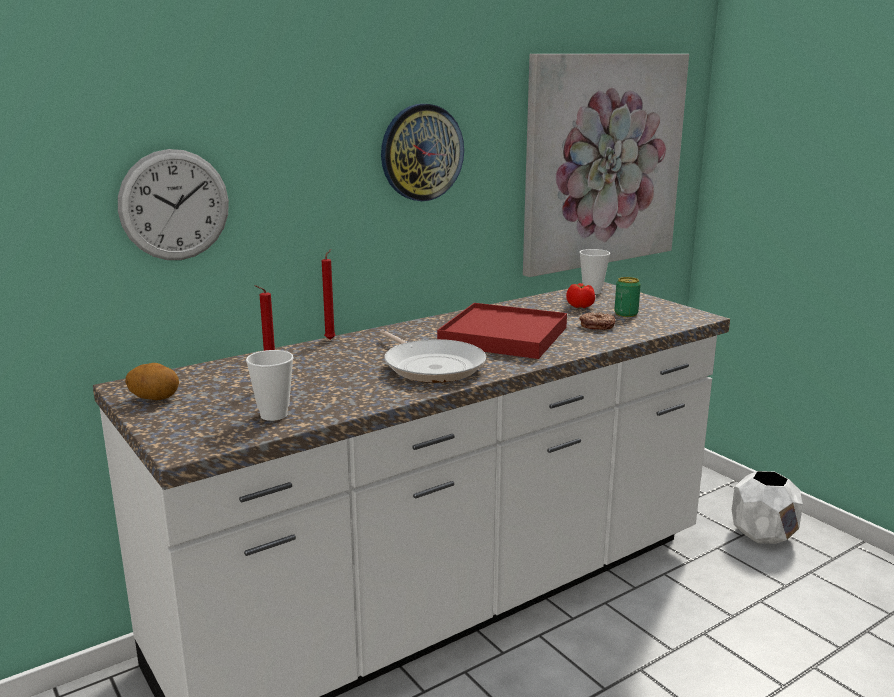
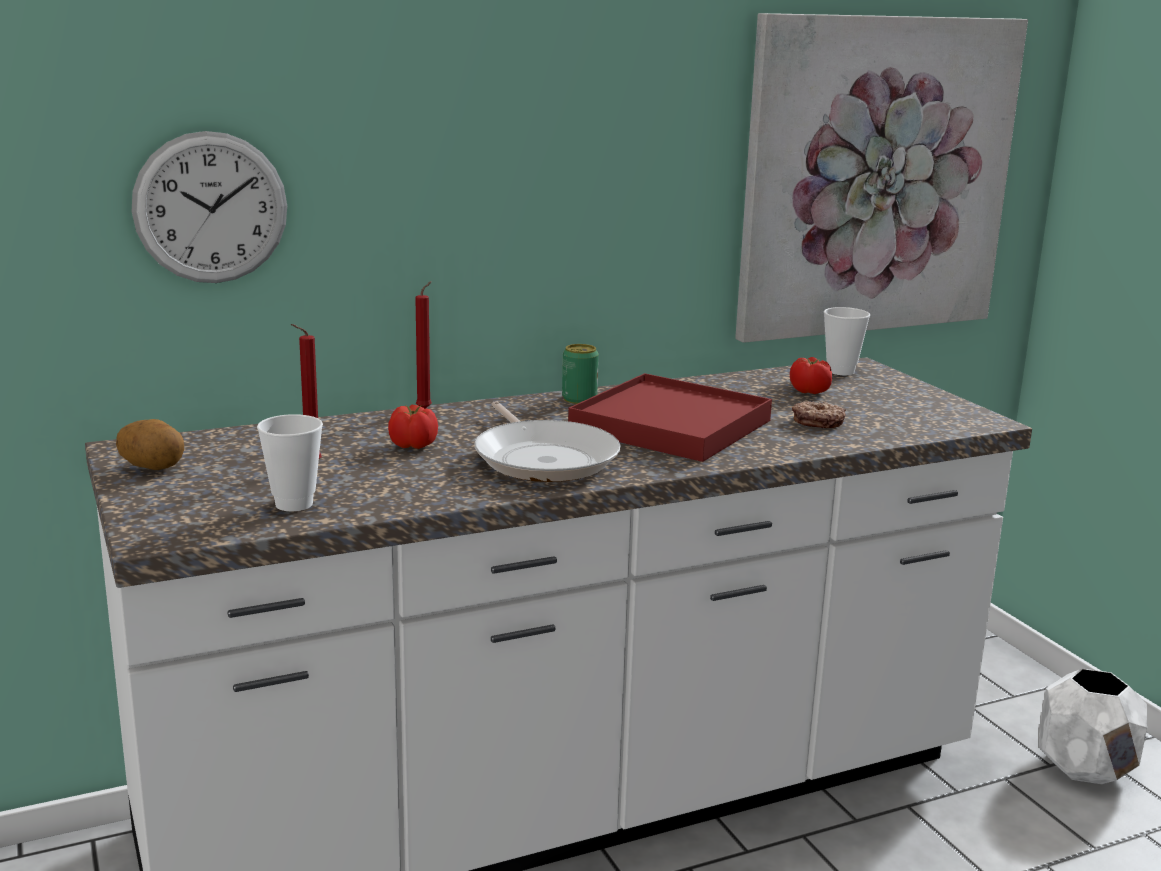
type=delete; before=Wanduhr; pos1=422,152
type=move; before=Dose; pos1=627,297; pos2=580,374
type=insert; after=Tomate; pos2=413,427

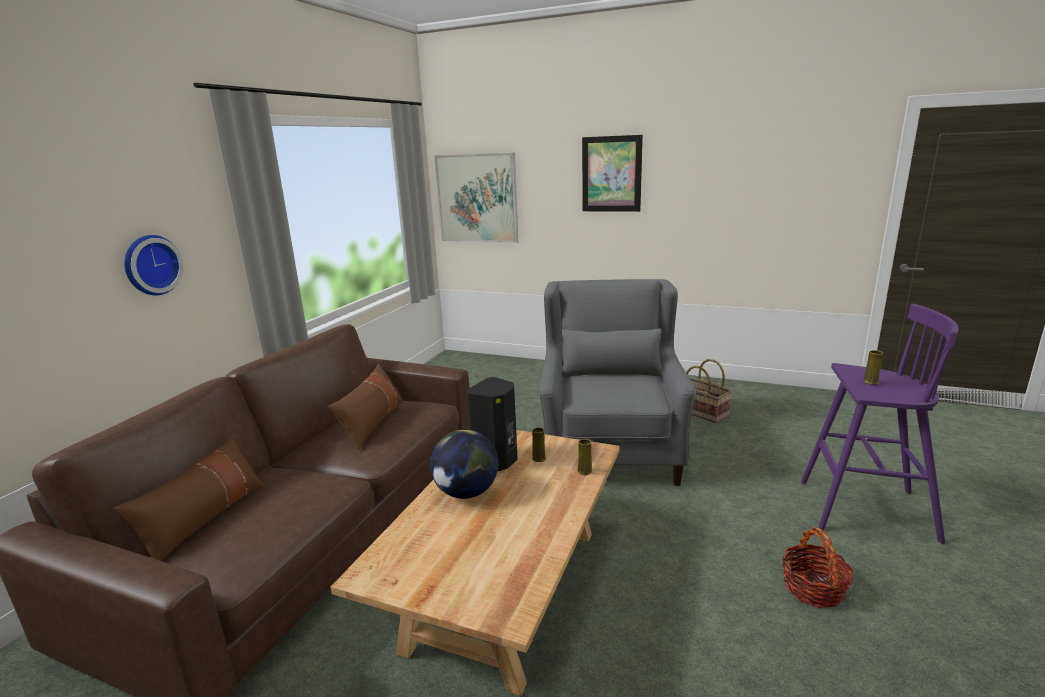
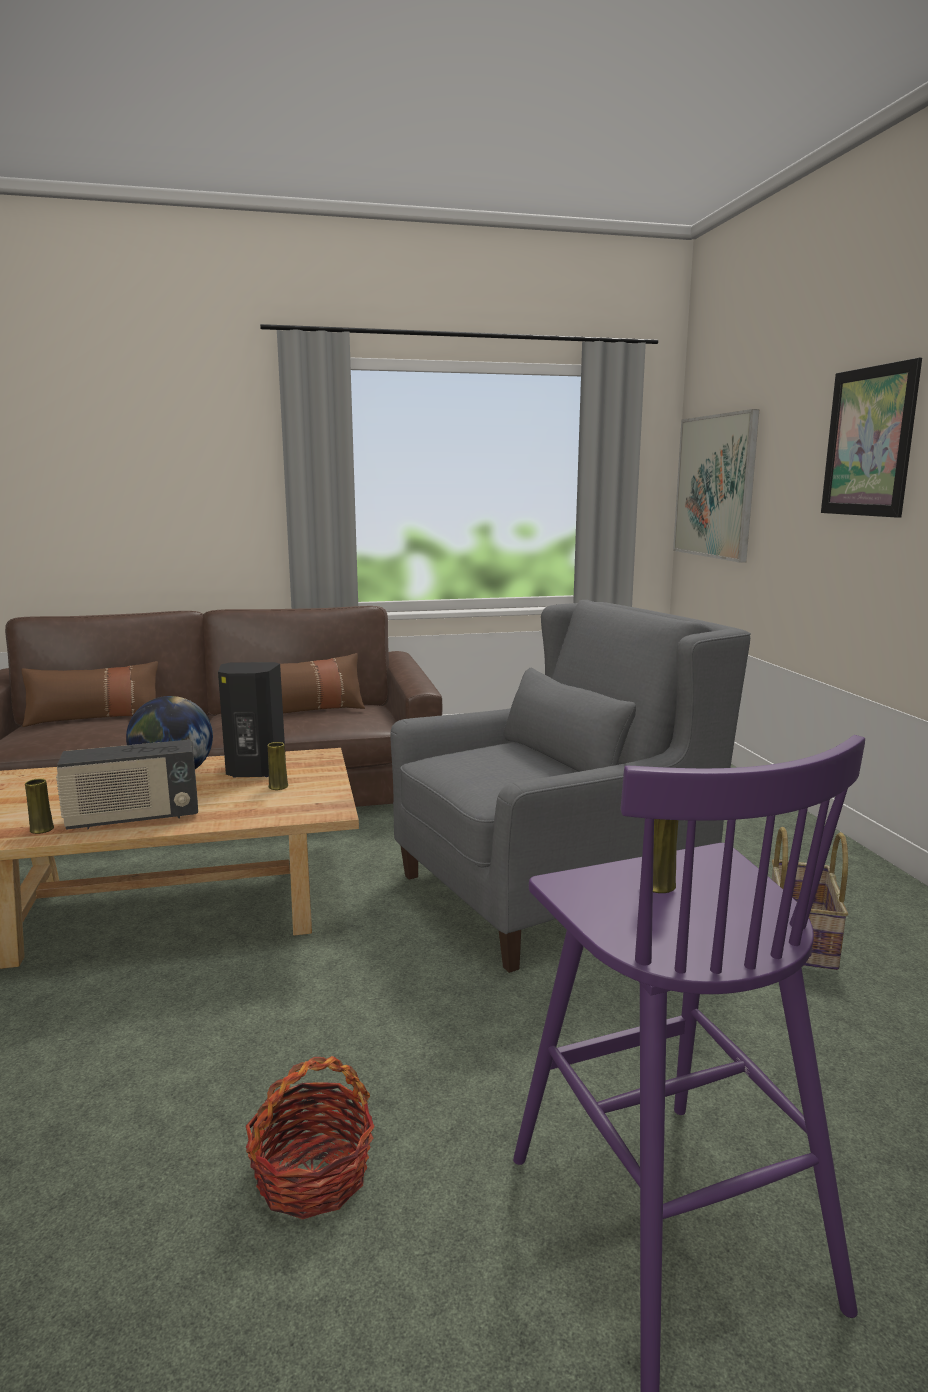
type=delete; before=Wanduhr; pos1=154,265
type=move; before=Vase/gelb; pos1=585,457; pos2=39,806
type=insert; after=Radio; pos2=127,785

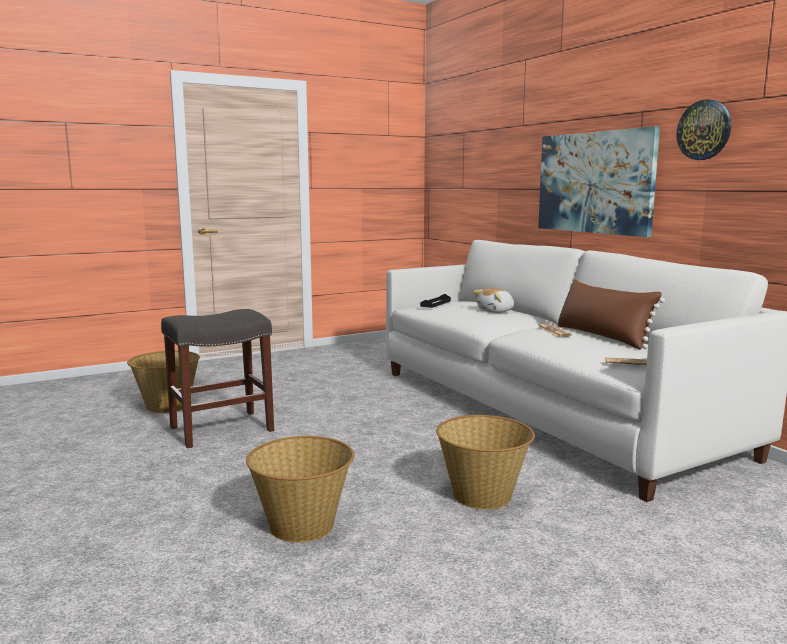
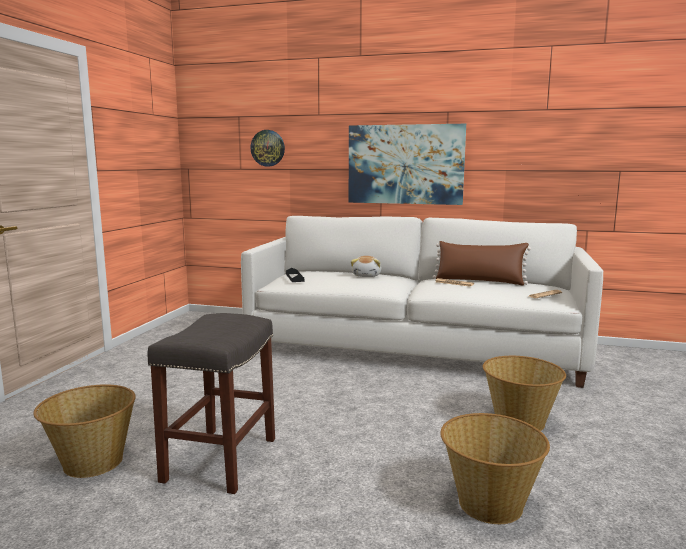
type=move; before=Wanduhr; pos1=704,129; pos2=267,148

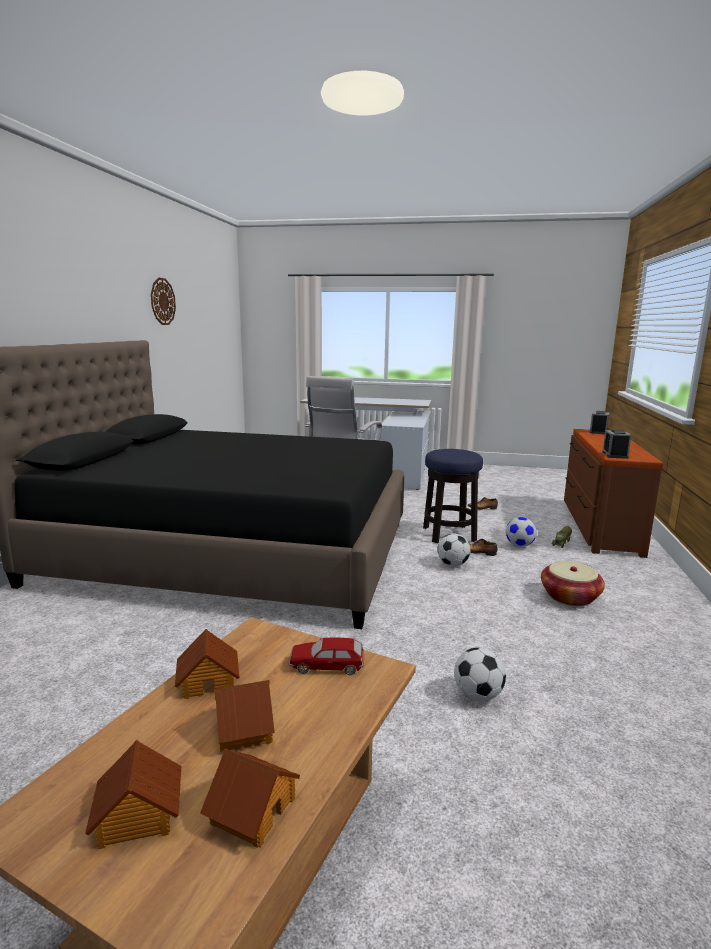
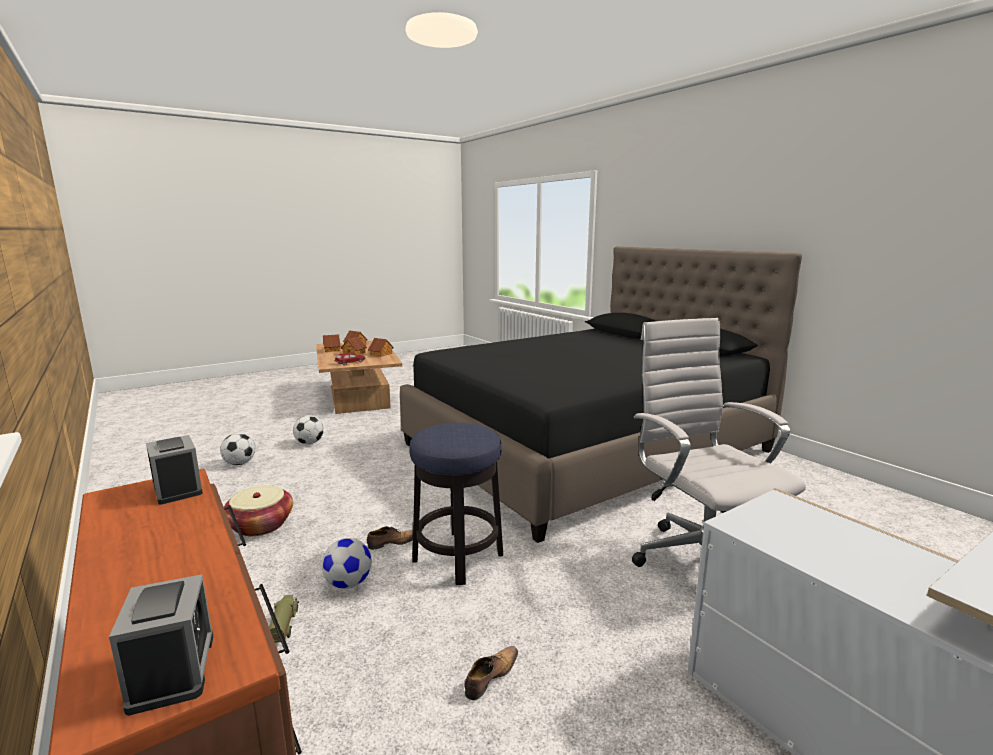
type=delete; before=Wanduhr; pos1=163,301
type=move; before=Fußball; pos1=453,549; pos2=237,449

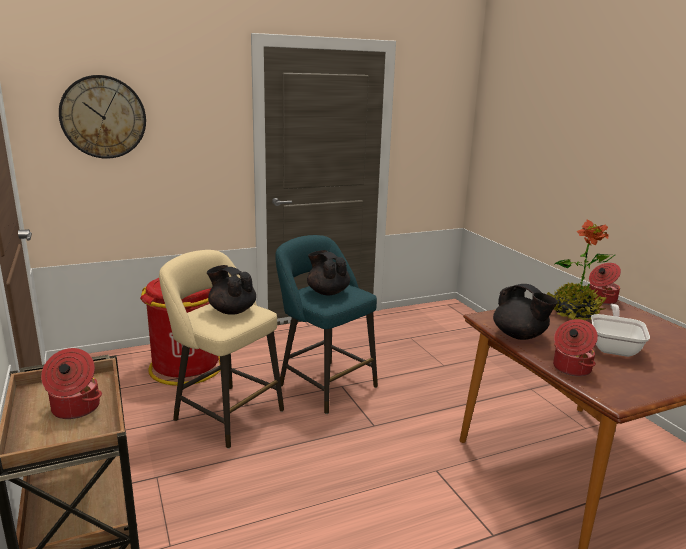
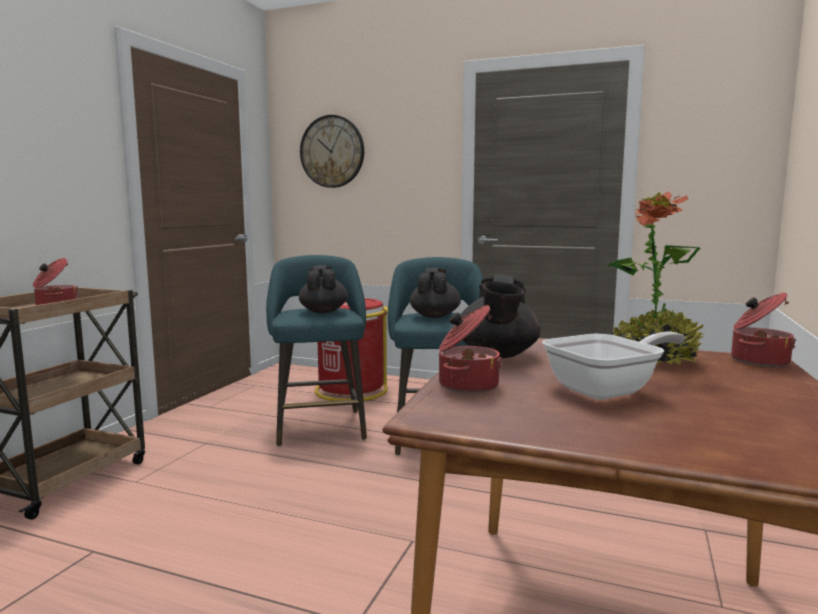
type=recolor; before=Hocker/beige; after=Hocker/türkis; pos1=221,349; pos2=316,351

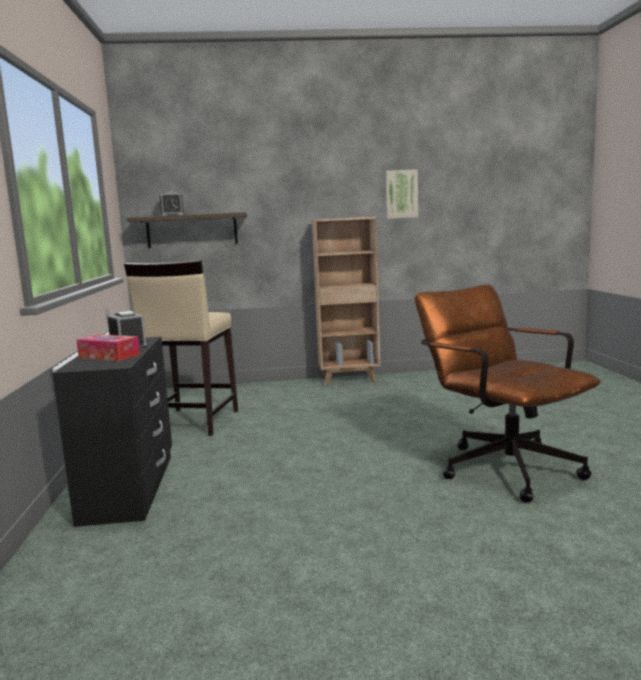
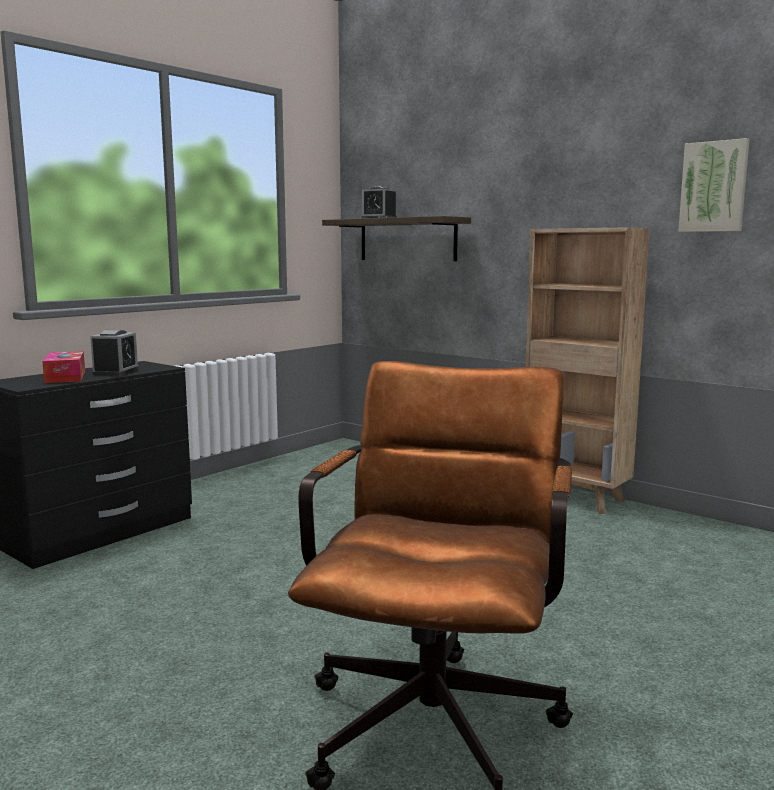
type=delete; before=Hocker/beige; pos1=181,348

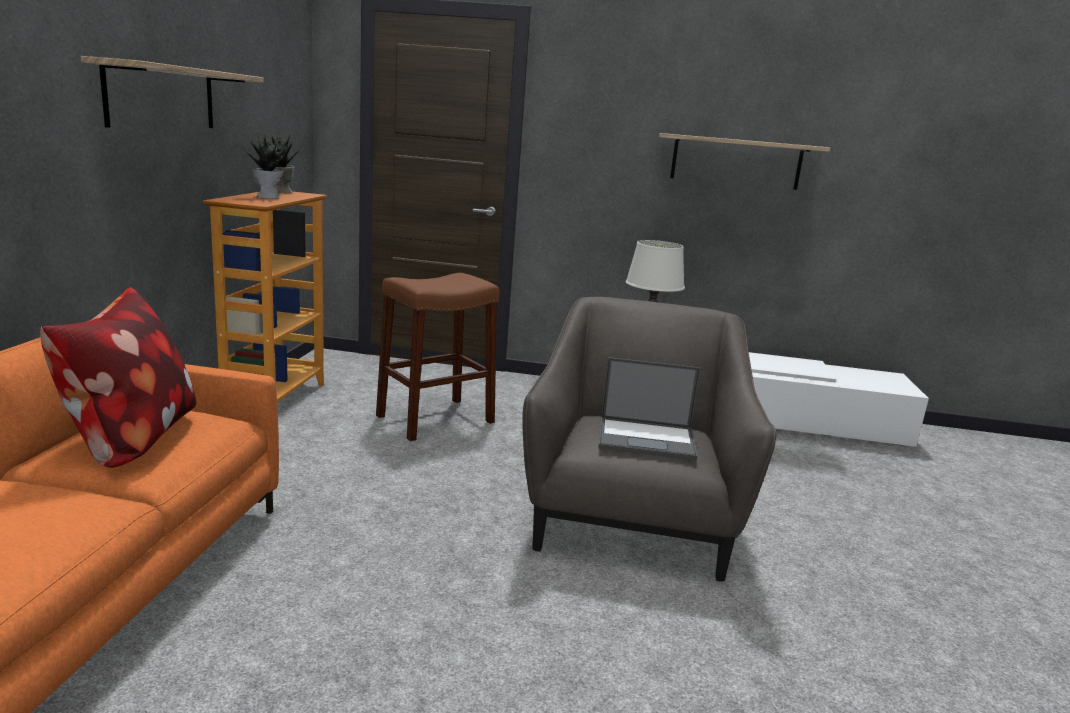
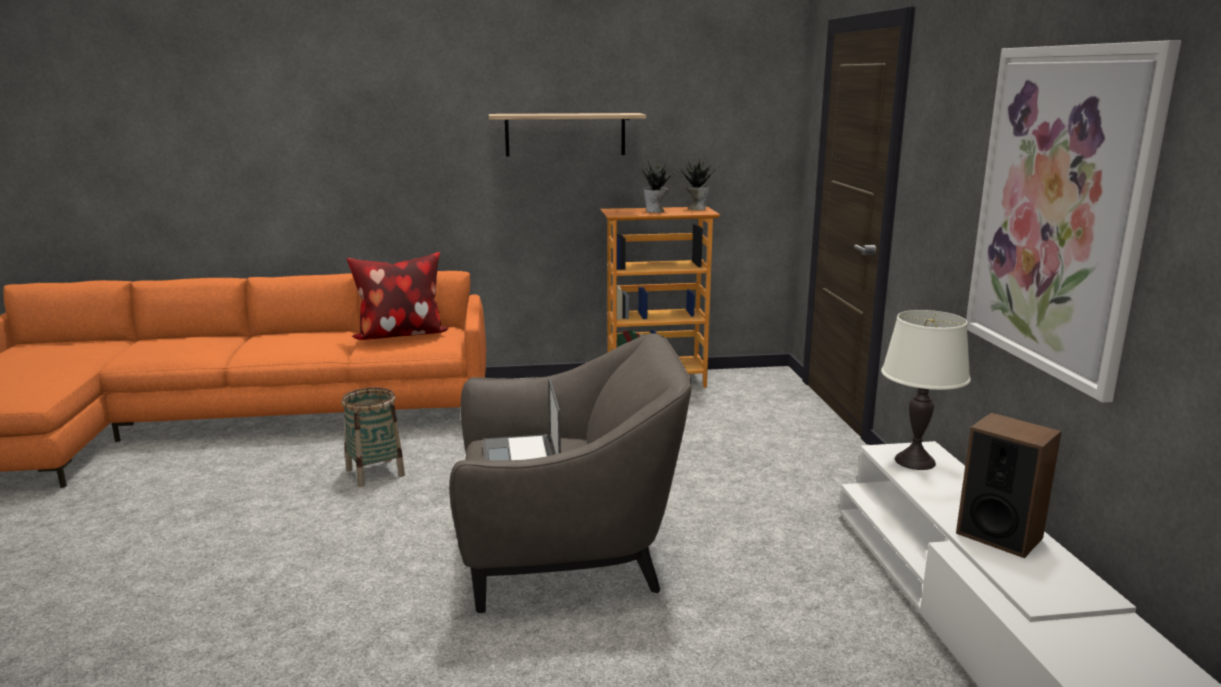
type=delete; before=Hocker/braun; pos1=437,357
type=replace; before=Wandregal; after=Bild; pos1=744,161; pos2=1073,221
type=insert; after=Korb; pos2=373,437
type=insert; after=Lautsprecher; pos2=1009,485

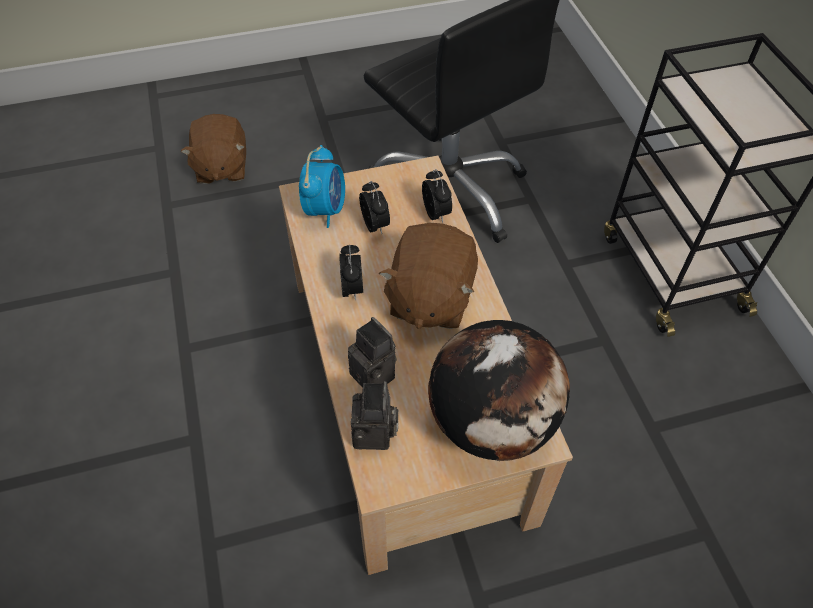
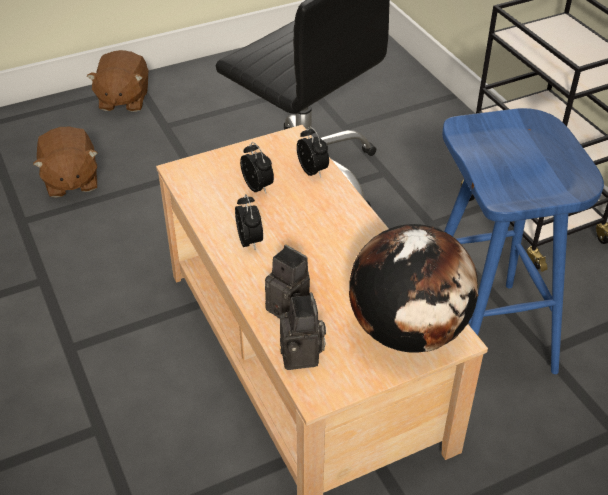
type=delete; before=Wecker; pos1=322,186
type=move; before=Plüschtier/braun; pos1=428,276; pos2=117,81
type=insert; after=Hocker/blau; pos2=523,241

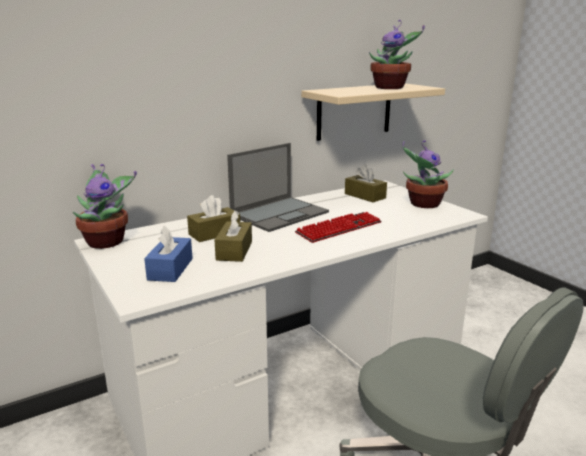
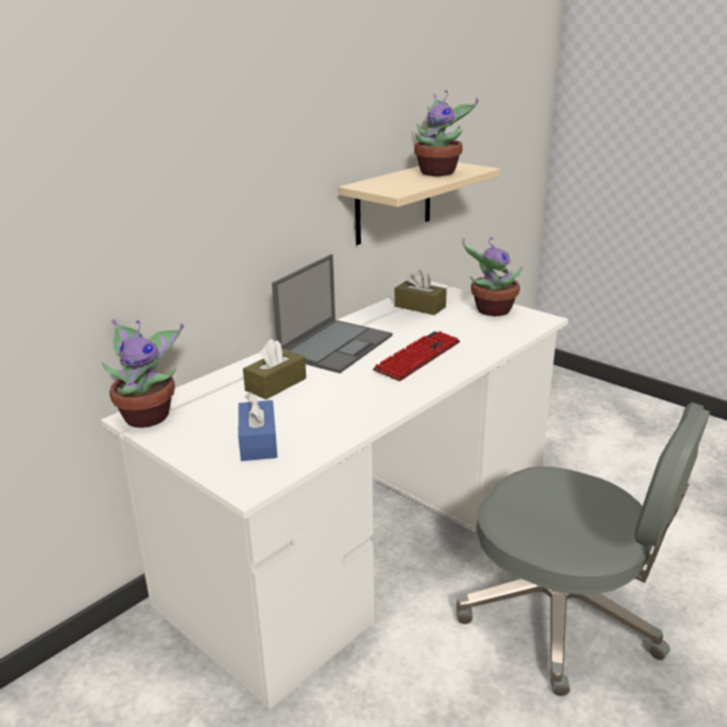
type=delete; before=Taschentuchbox/braun; pos1=233,236

